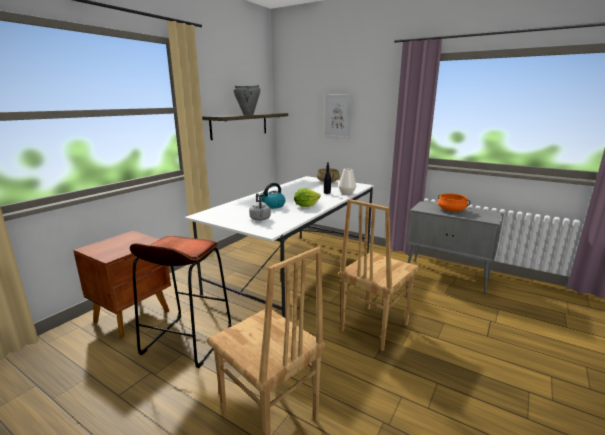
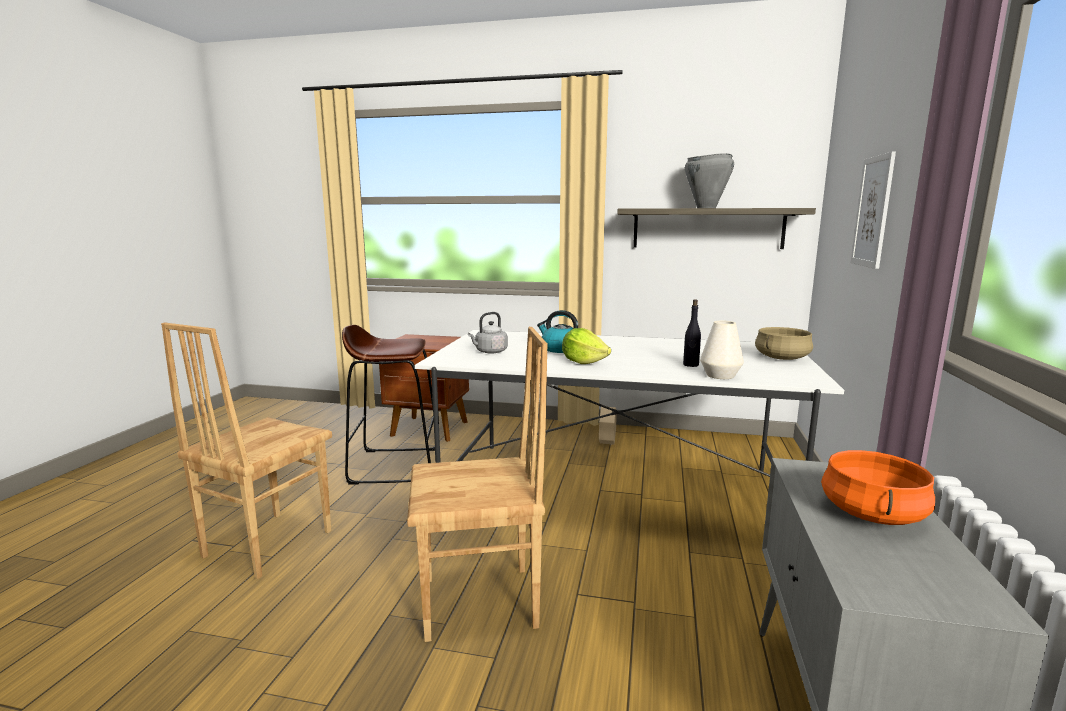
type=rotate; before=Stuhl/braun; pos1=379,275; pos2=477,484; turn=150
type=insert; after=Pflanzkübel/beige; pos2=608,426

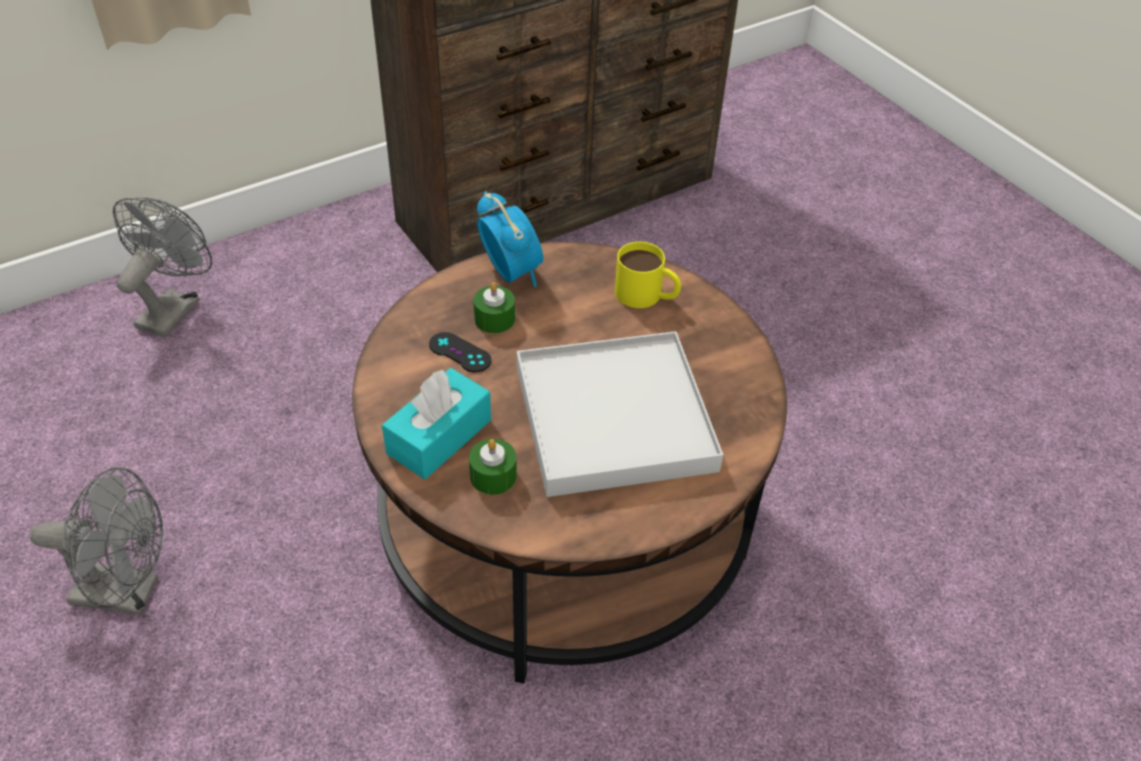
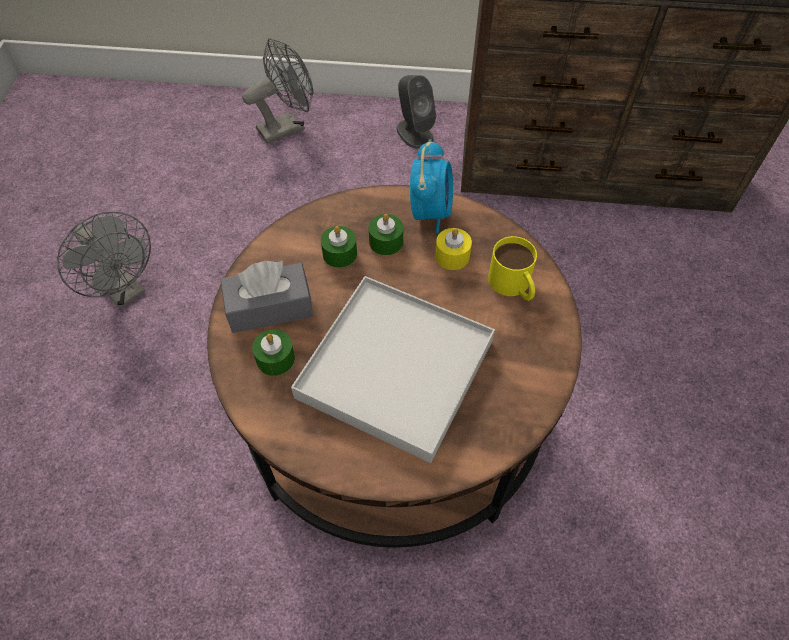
type=recolor; before=Taschentuchbox/türkis; after=Taschentuchbox/grau; pos1=436,423; pos2=266,296
type=replace; before=Gamepad/schwarz; after=Kerze/grün; pos1=460,352; pos2=339,247
type=insert; after=Lautsprecher/grau; pos2=416,112
type=insert; after=Kerze/gelb; pos2=453,249

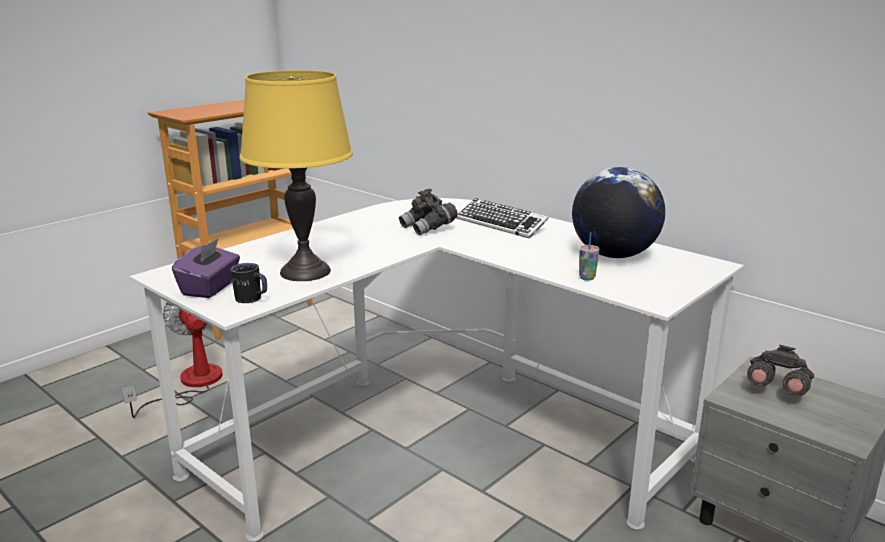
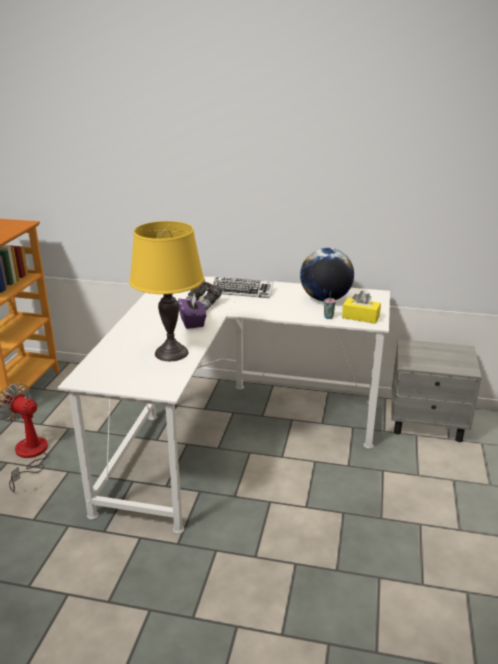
type=move; before=Taschentuchbox/lila; pos1=206,268; pos2=192,312
type=delete; before=Henkelbecher/schwarz; pos1=249,283
type=delete; before=Fernglas/grau; pos1=780,370
type=insert; after=Taschentuchbox/gelb; pos2=361,307

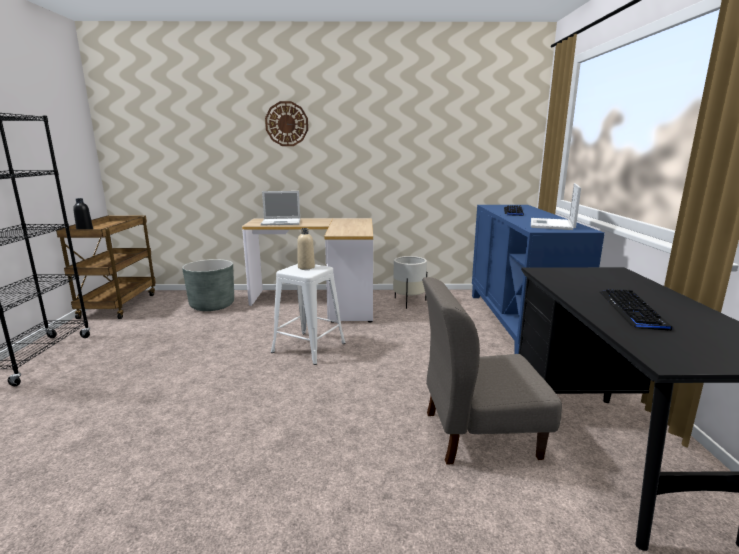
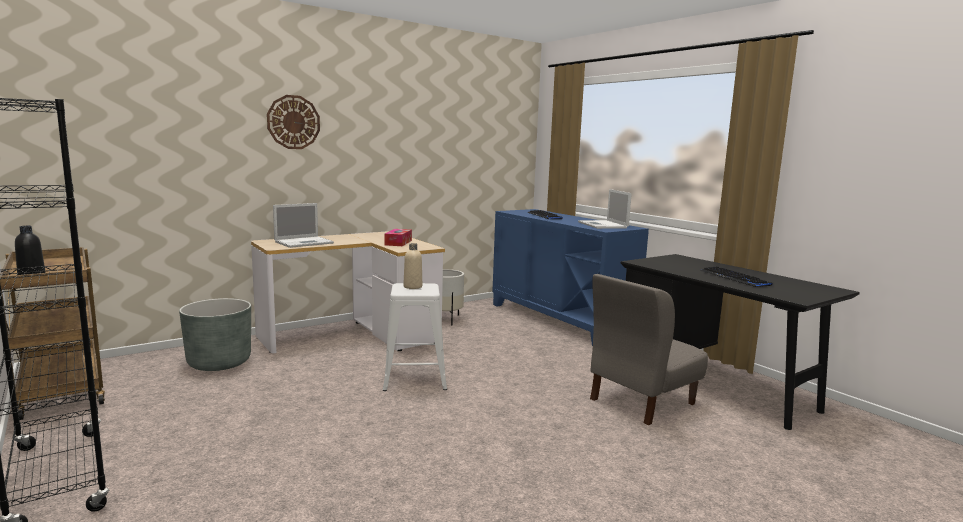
type=insert; after=Taschentuchbox; pos2=398,237

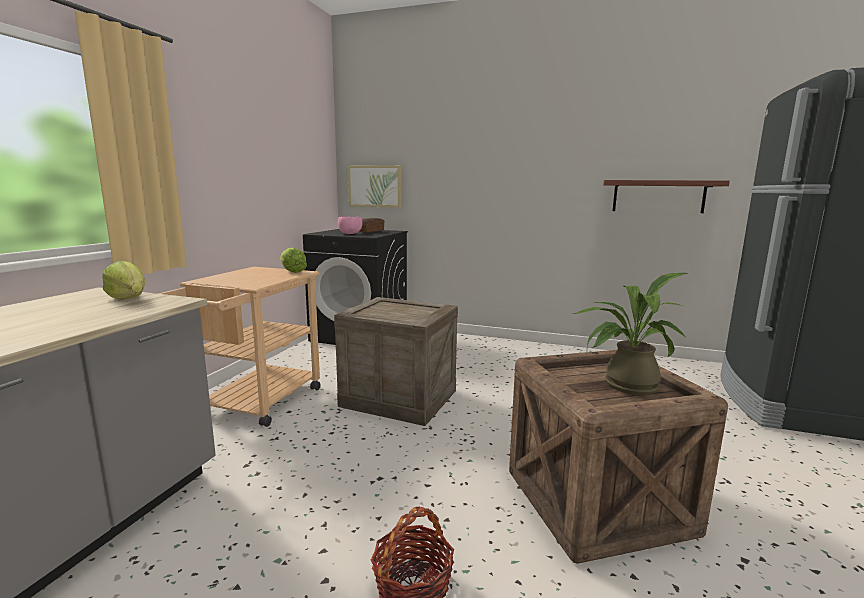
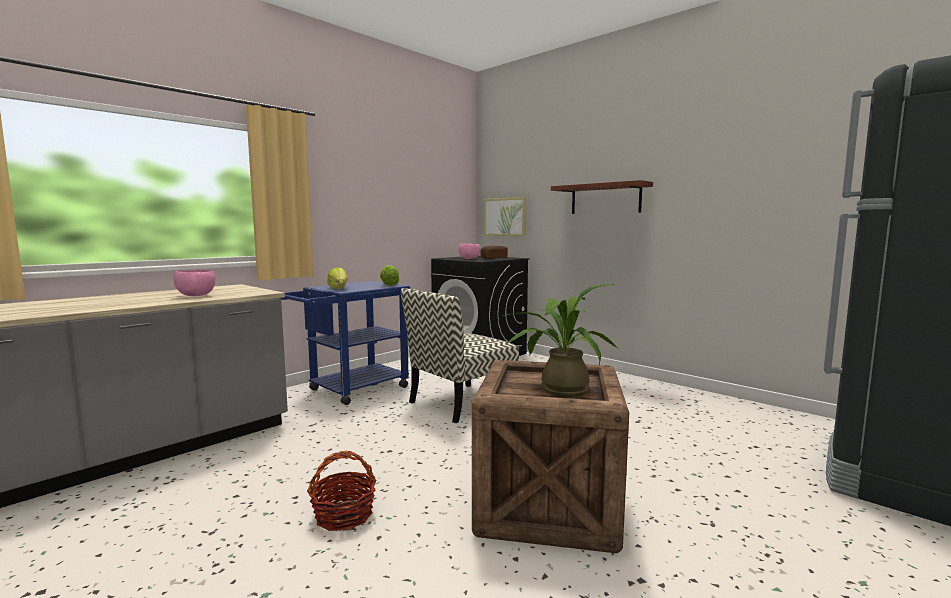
type=move; before=Salatkopf; pos1=123,280; pos2=337,278
type=recolor; before=Rollwagen/beige; after=Rollwagen/blau; pos1=239,347; pos2=345,343
type=replace; before=Kiste; after=Stuhl; pos1=396,361; pos2=460,355
type=move; before=Wandregal; pos1=666,196; pos2=602,197
type=insert; after=Schüssel/rosa; pos2=194,282

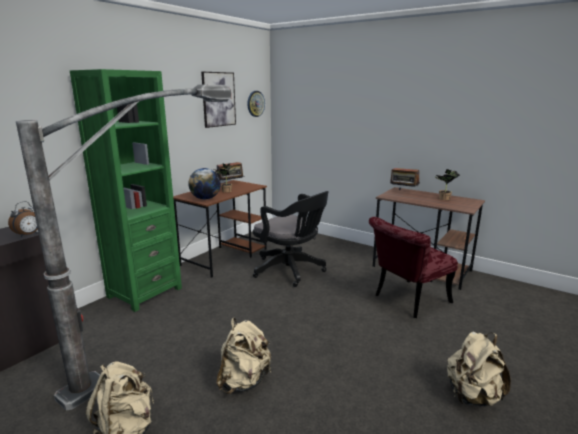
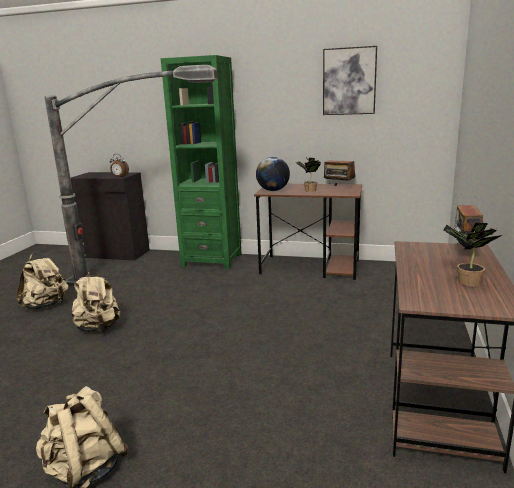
type=delete; before=Wanduhr; pos1=256,104
type=delete; before=Bürostuhl/schwarz; pos1=291,239
type=delete; before=Stuhl/rot; pos1=413,267

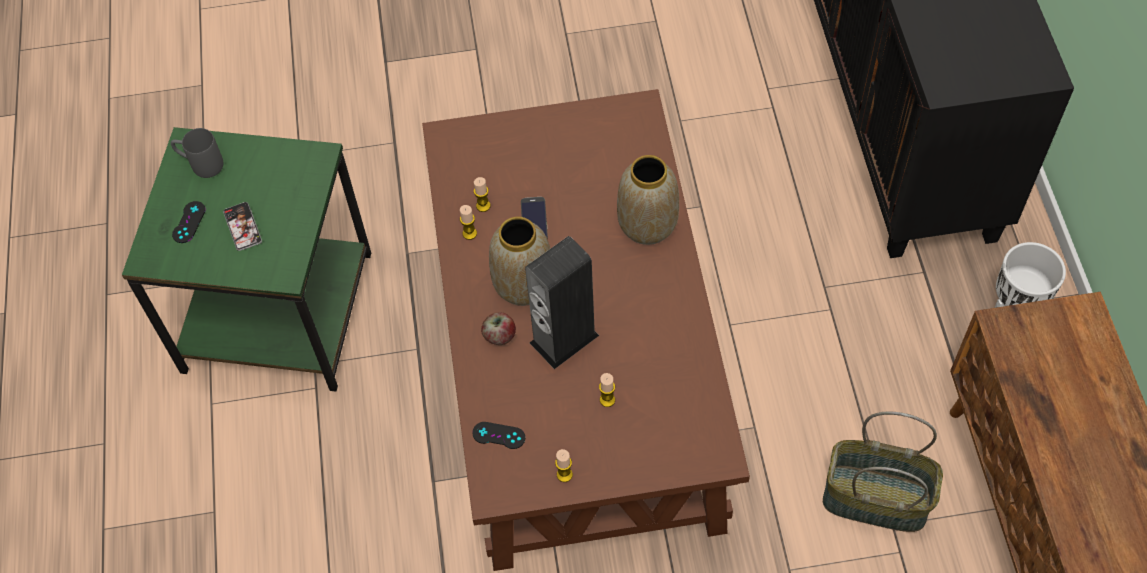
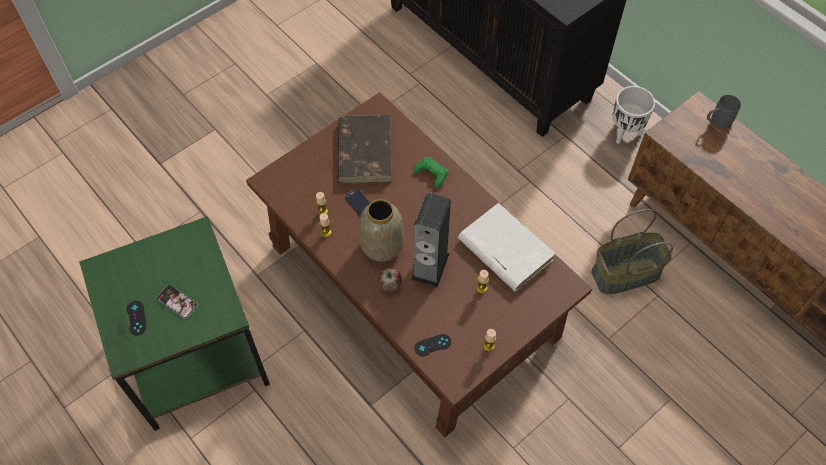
type=move; before=Henkelbecher/grau; pos1=197,153; pos2=724,112
type=replace; before=Vase; after=Gamepad/grün; pos1=648,200; pos2=430,172
type=insert; after=Buch/braun; pos2=364,149
type=insert; after=Buch/weiß; pos2=506,247

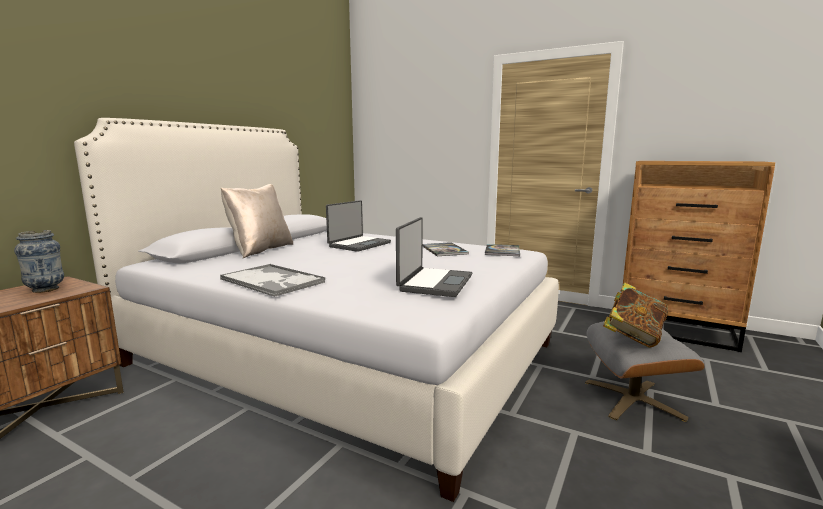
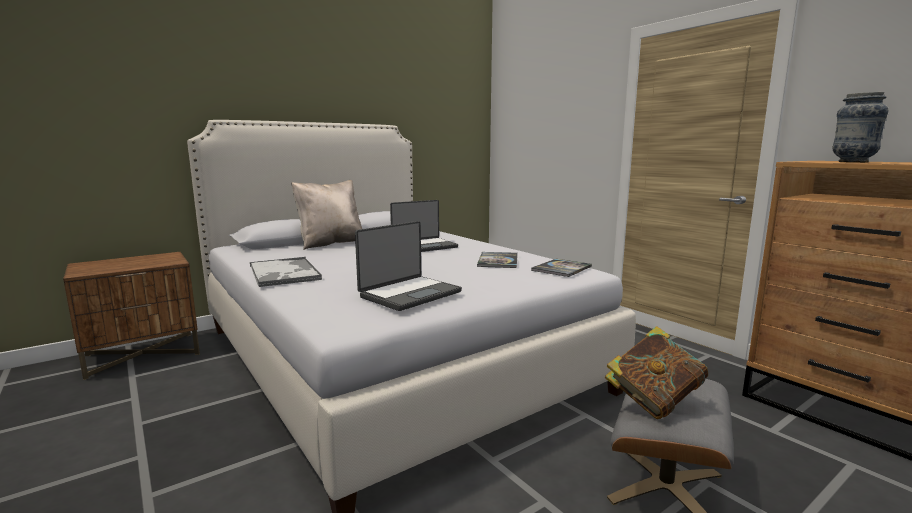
type=move; before=Vase; pos1=39,261; pos2=860,127

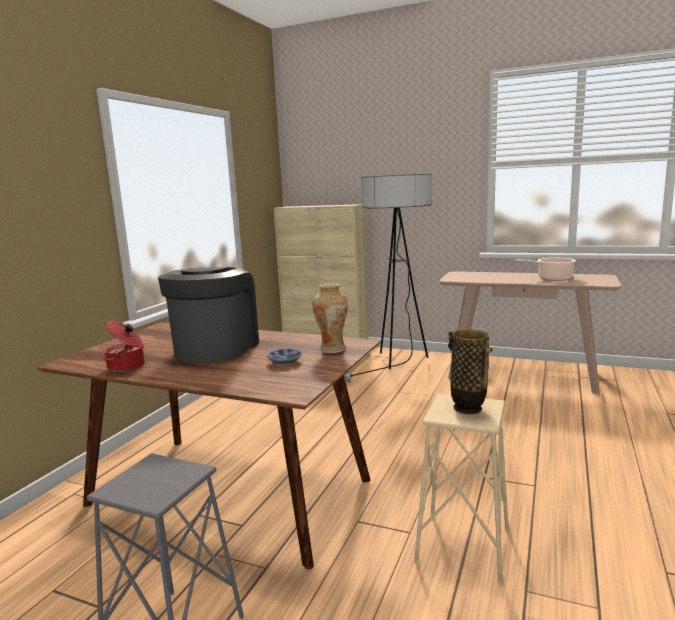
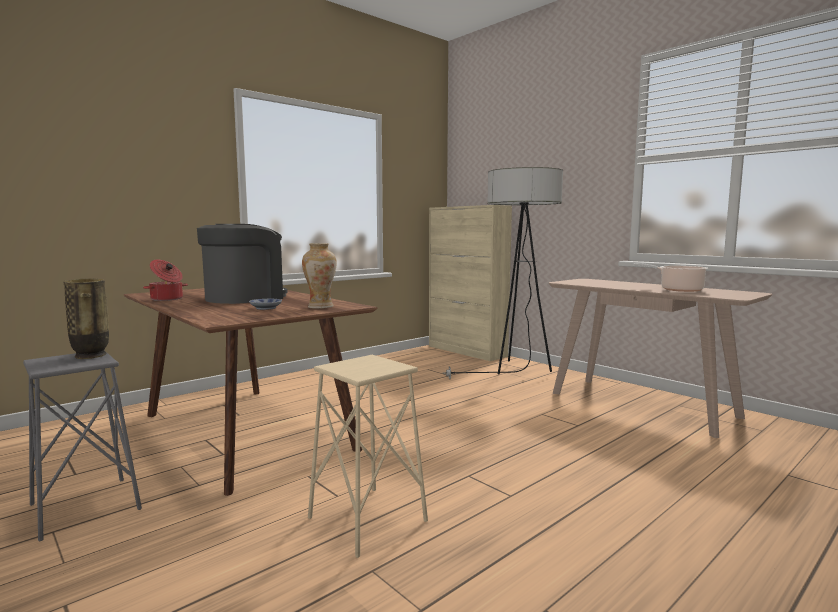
type=move; before=Vase; pos1=470,372; pos2=86,319

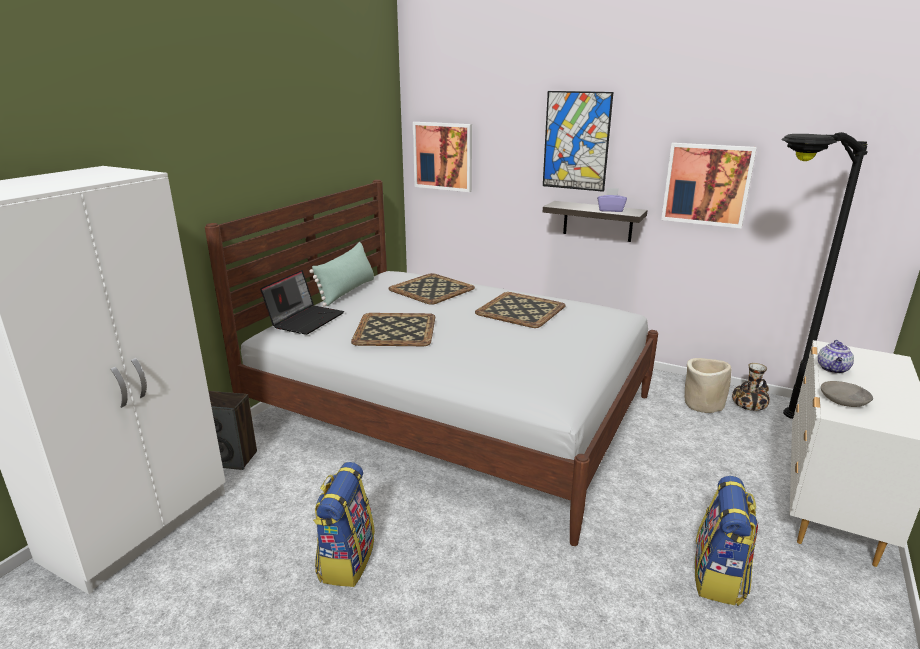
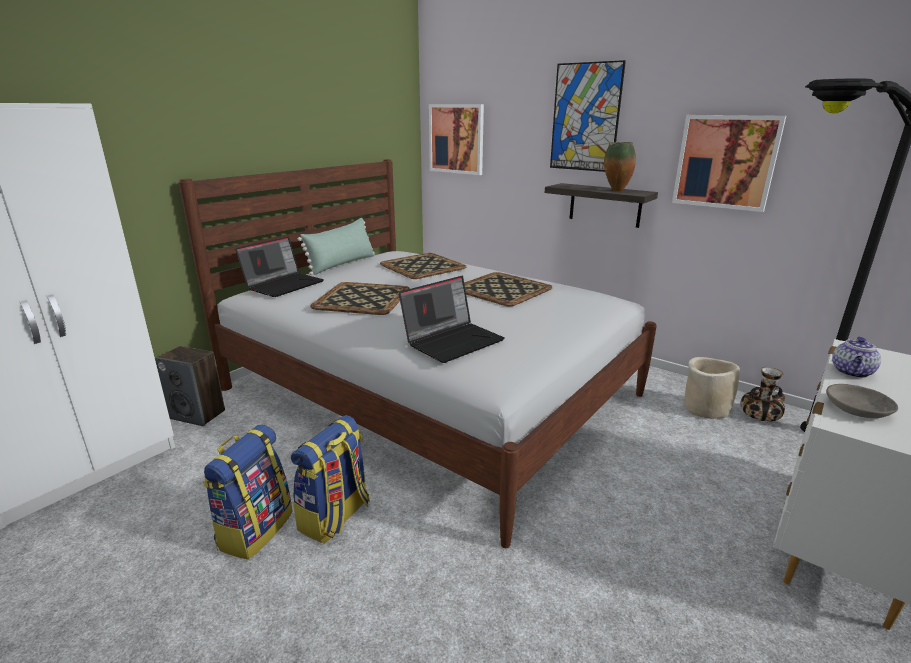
type=replace; before=Taschentuchbox/lila; after=Vase; pos1=612,200; pos2=620,166
type=move; before=Rucksack; pos1=726,541; pos2=330,479
type=insert; after=Laptop; pos2=452,319

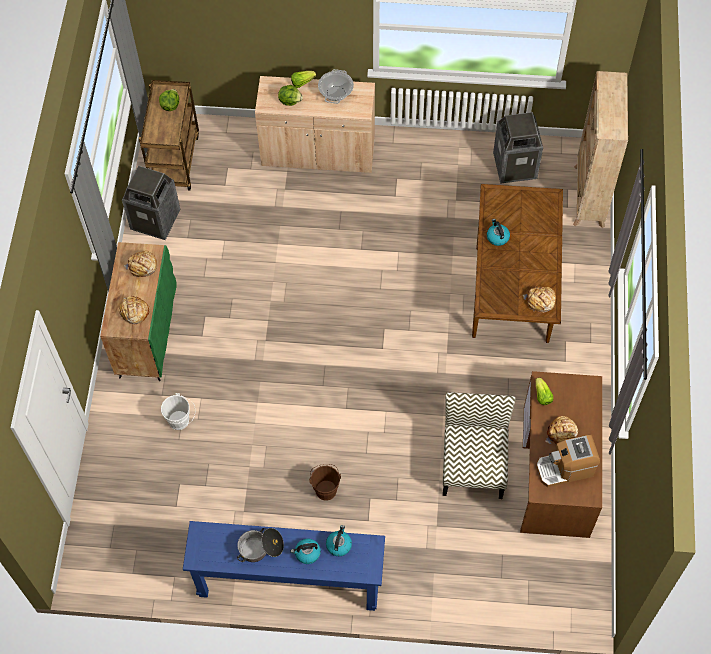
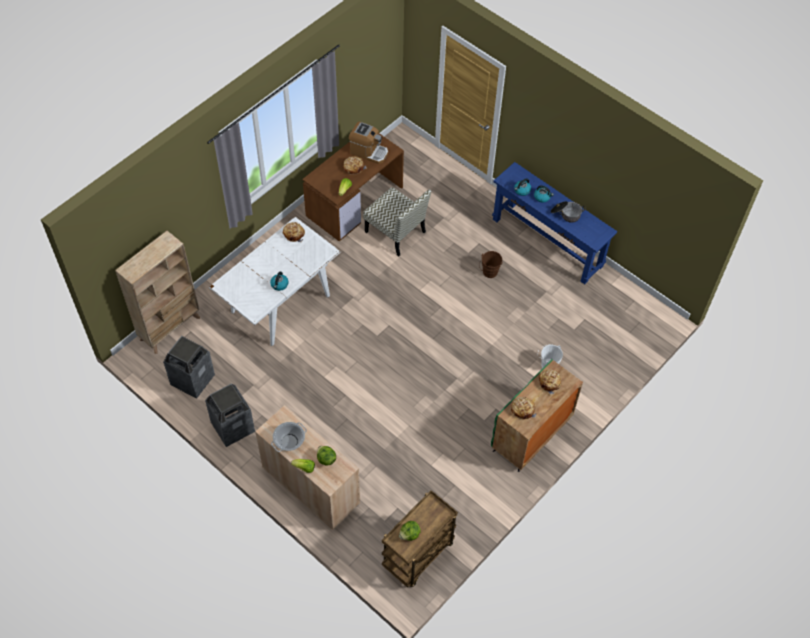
type=move; before=Mülleimer; pos1=151,203; pos2=230,415
type=rotate; before=Stuhl; pos1=479,445; pos2=397,221; turn=-90
type=recolor; before=Esstisch/braun; after=Esstisch/weiß; pos1=517,263; pos2=274,281

